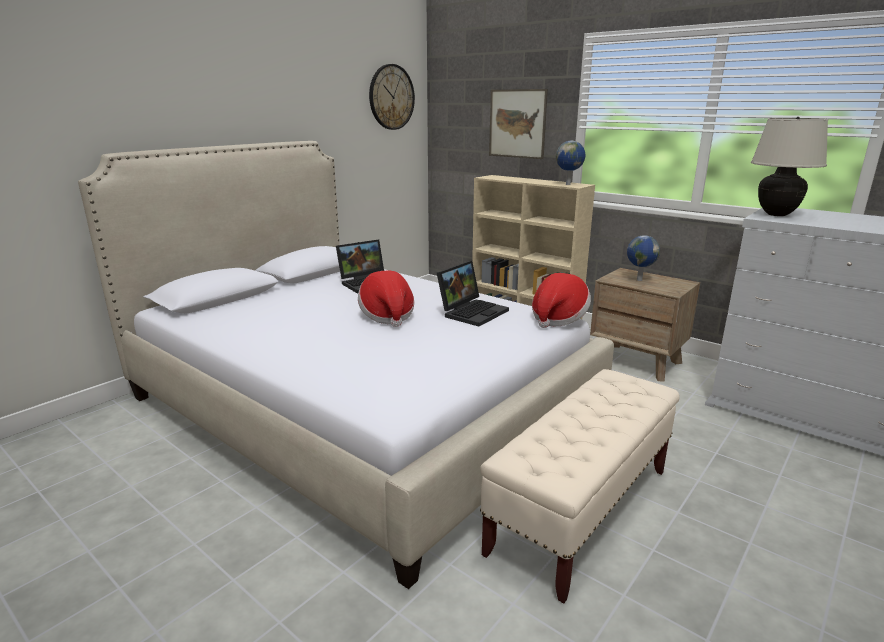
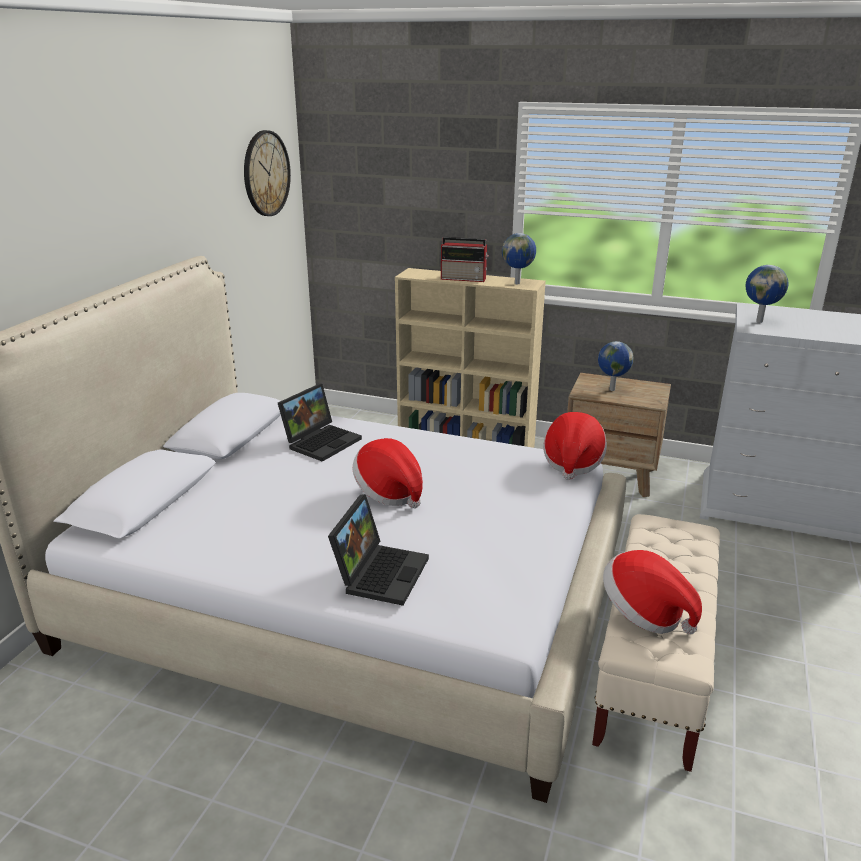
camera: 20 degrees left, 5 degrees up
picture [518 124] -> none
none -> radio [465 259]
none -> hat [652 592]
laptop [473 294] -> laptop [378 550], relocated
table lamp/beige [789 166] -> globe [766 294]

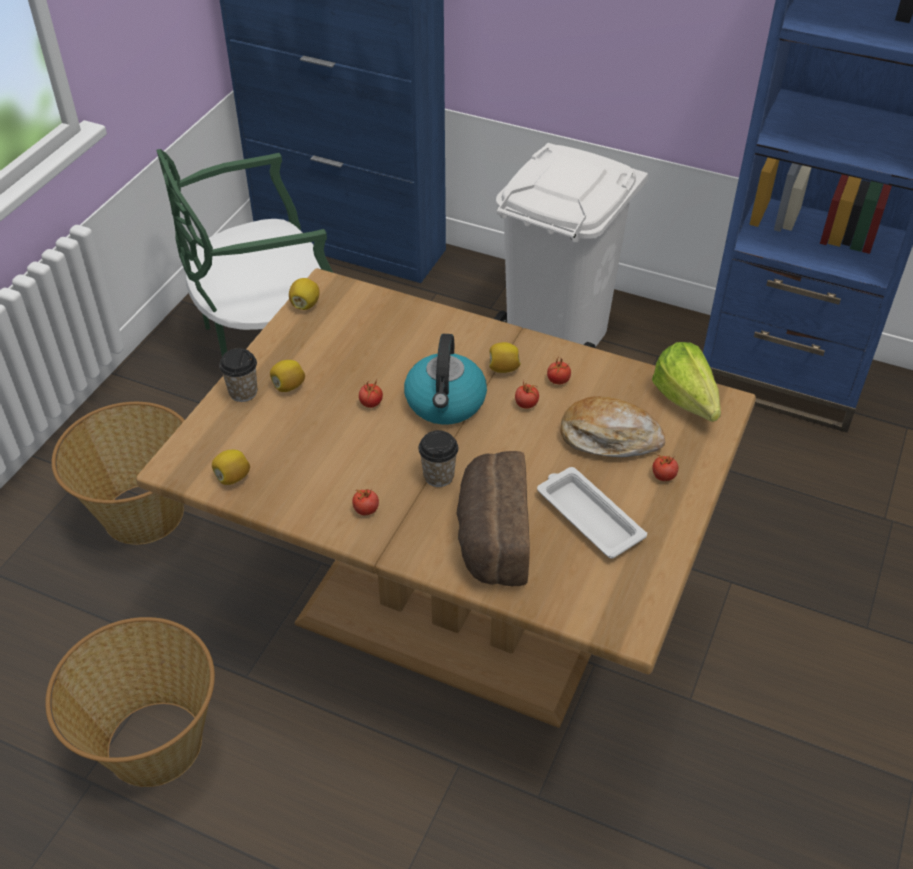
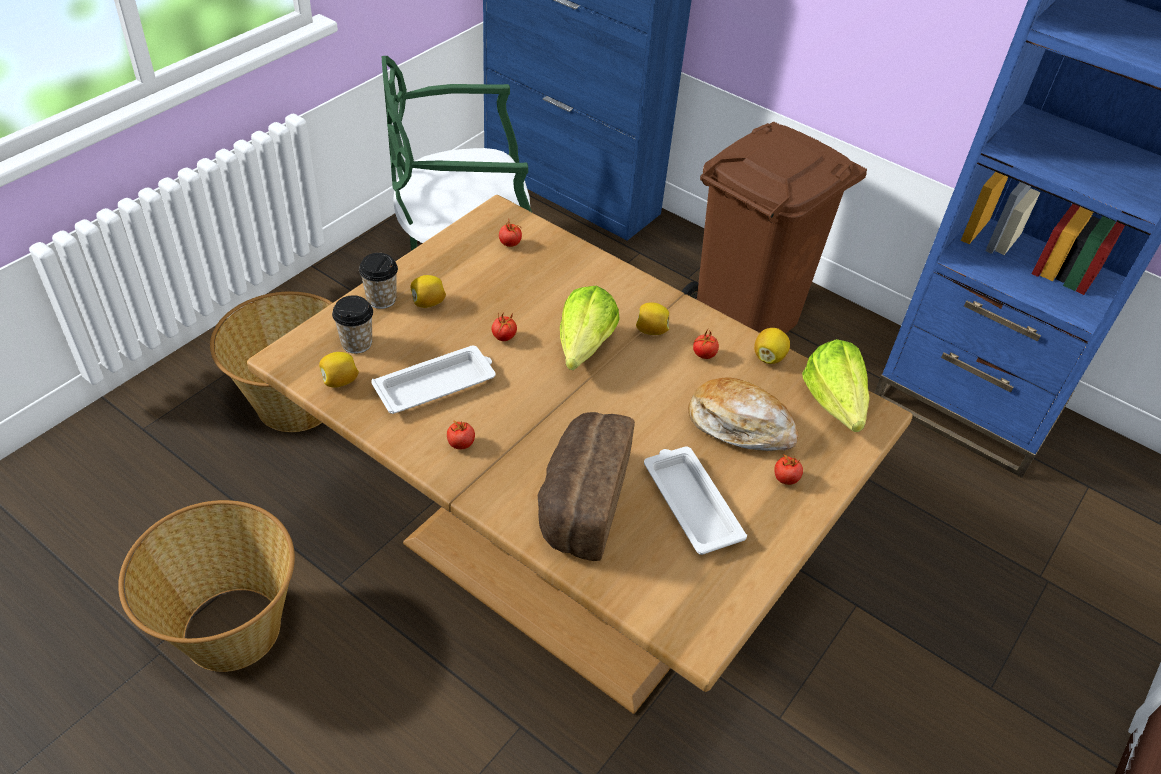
camera: 10 degrees right, 0 degrees up
none -> tray/white [433 379]
lemon [304 294] -> lemon [772 346], relocated
cup [438 458] -> cup [352 324], relocated
tomato [527 395] -> tomato [510 233], relocated
kettle [445 379] -> lettuce [590 328]
trash can/white [571 245] -> trash can/brown [774 228]

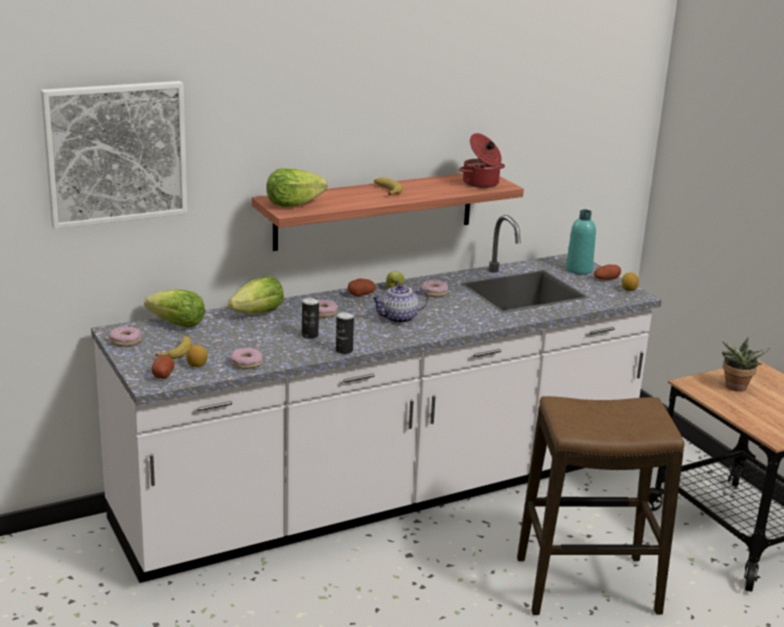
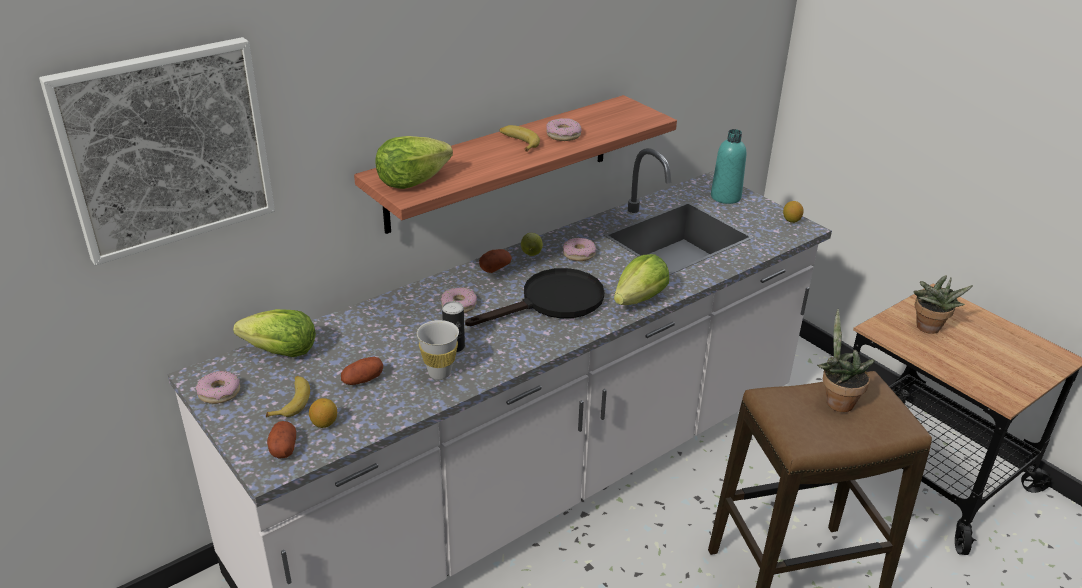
camera: 10 degrees left, 10 degrees up
can [345 332] -> none
cooking pot [482 160] -> none
none -> cup/white [438 350]
none -> potted plant [846 360]
lettuce [256 295] -> lettuce [641 279], relocated
donut [246 358] -> donut [563 129], relocated
potato [607 272] -> potato [362 371], relocated
teapot [400 304] -> frying pan/black [534 297]

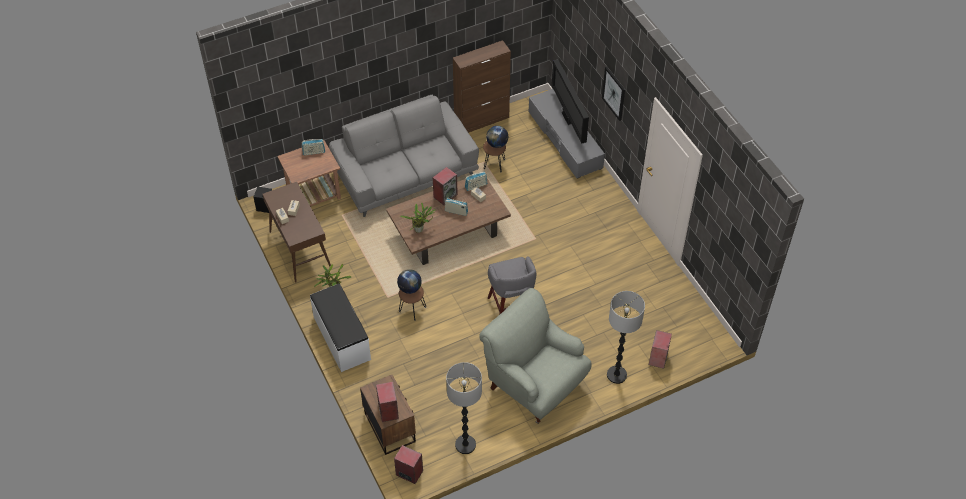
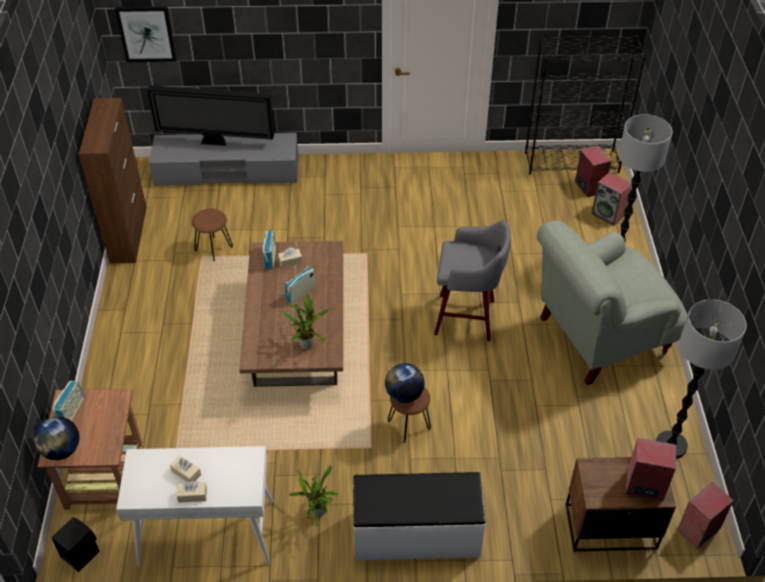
camera: 65 degrees left, 5 degrees down
sofa/grey [404 156] -> none
none -> bookcase/black [585 105]
speaker [445 186] -> speaker [593 171], relocated
globe [497 137] -> globe [57 438], relocated
picture [613 94] -> picture [145 34], relocated
console table/brown [296 232] -> console table/white [194 506]

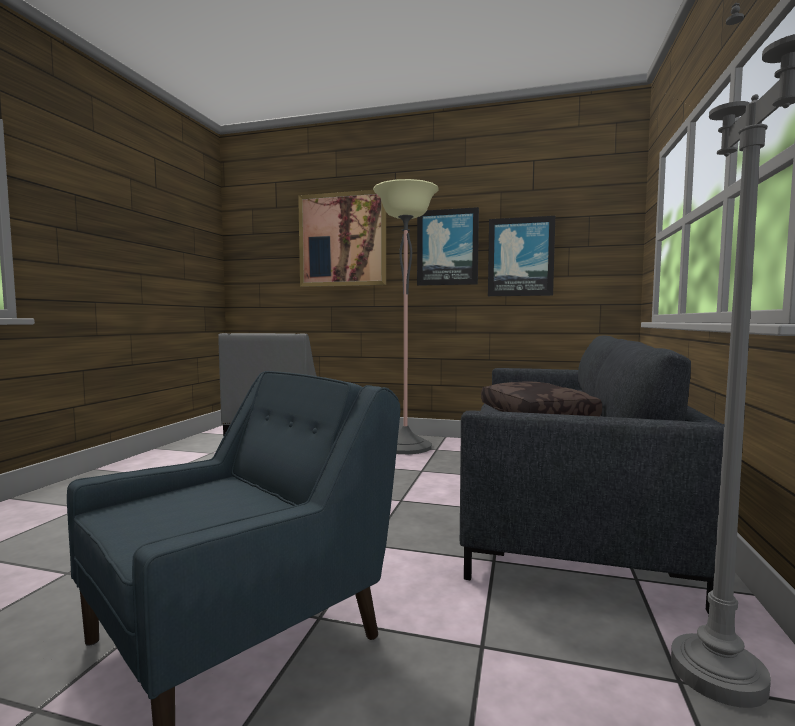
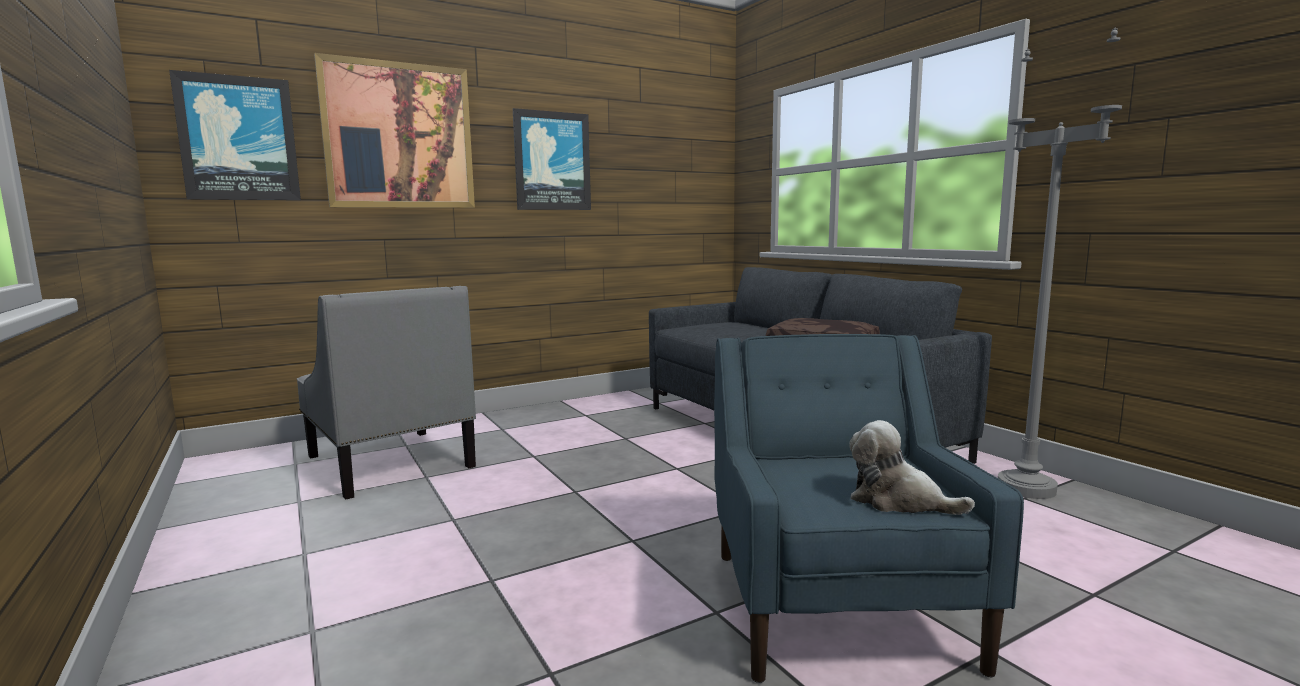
camera: 45 degrees left, 5 degrees up
floor lamp [406 316] -> none
none -> plush toy [912 467]
picture [521 256] -> picture [235 135], relocated

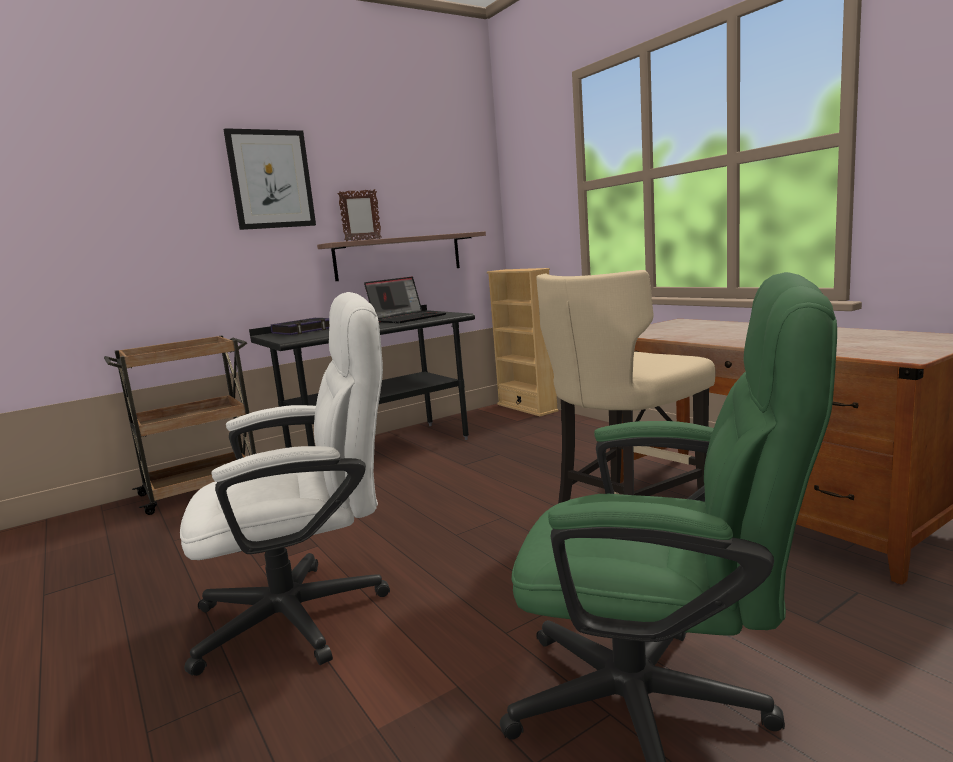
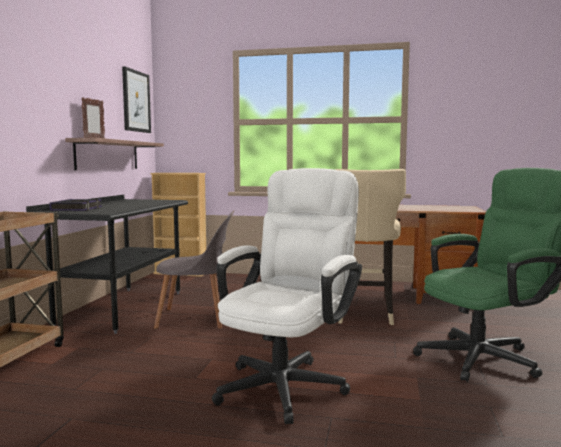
camera: 45 degrees left, 5 degrees down
laptop [405 300] -> none
none -> chair/grey [194 269]
picture [269 179] -> picture [136 99], relocated

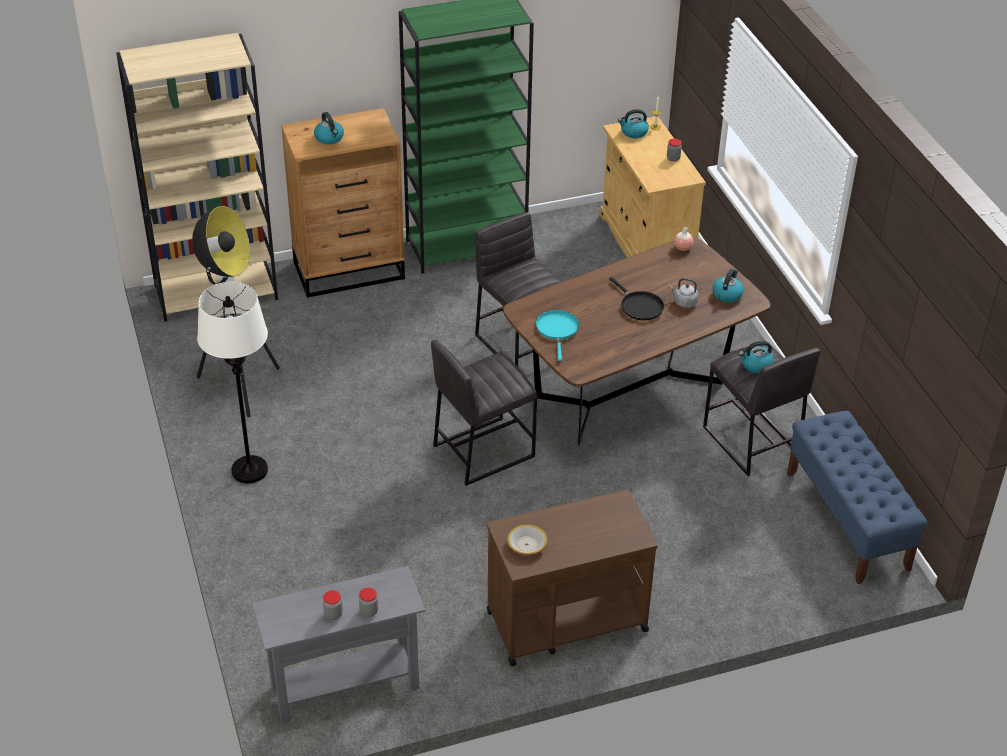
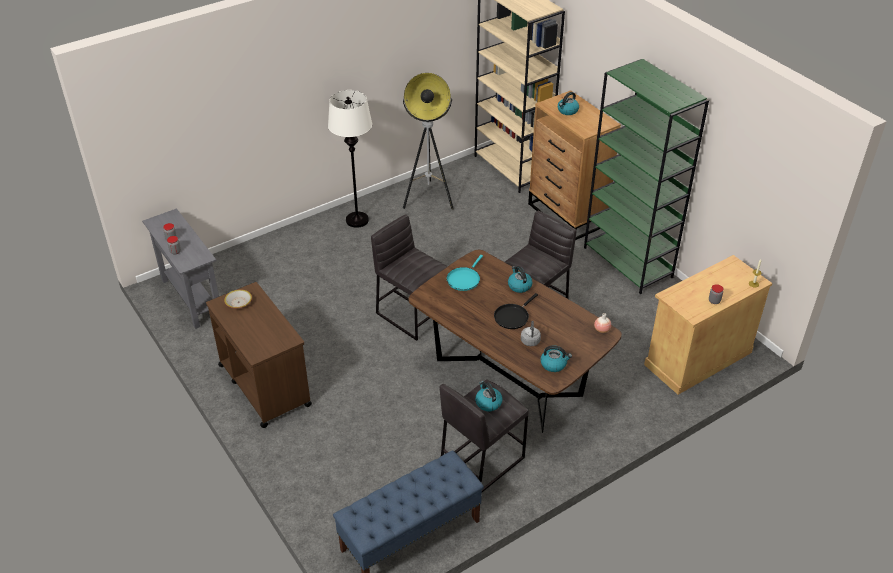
camera: 75 degrees right, 0 degrees up
kettle [633 123] -> kettle [520 279], relocated
frying pan/turquoise [557 335] -> frying pan/turquoise [465 273], 135 degrees clockwise

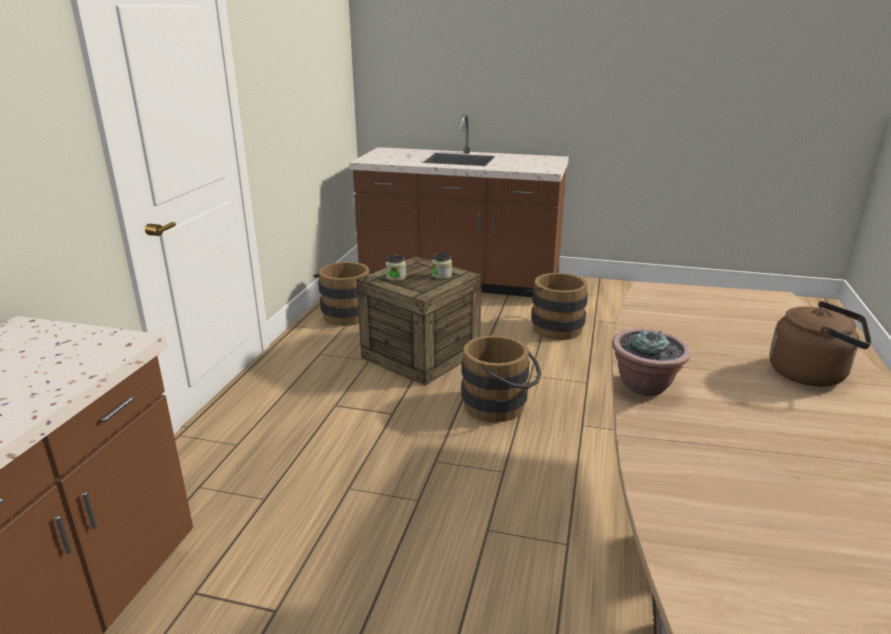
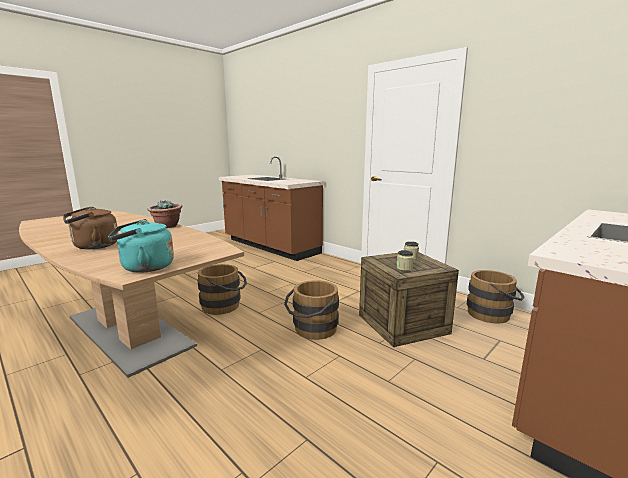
camera: 120 degrees right, 10 degrees down
none -> kettle/turquoise [141 246]
bucket/brown [555 306] -> bucket/brown [222 289], relocated

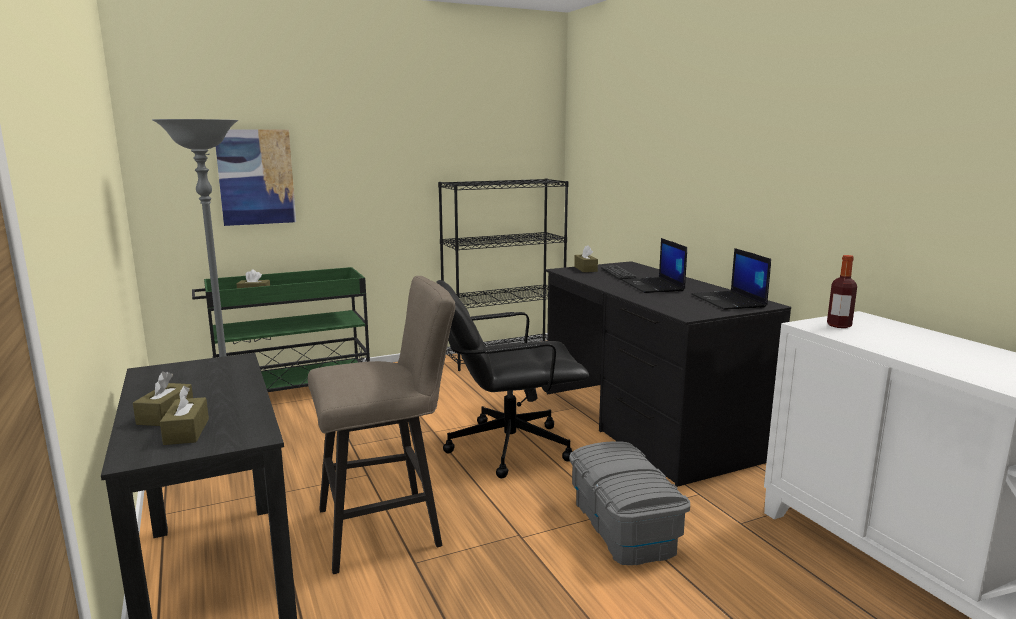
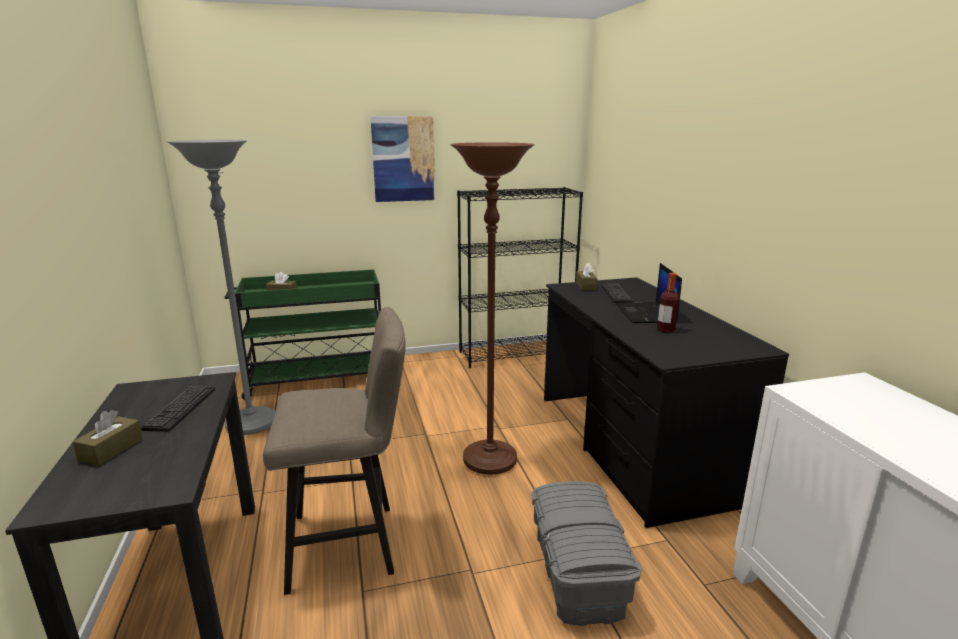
camera: 10 degrees right, 5 degrees up
tissue box/brown [184 415] -> none
laptop [731 279] -> none
none -> keyboard [178 409]
picture [256 177] -> picture [402 159], relocated
bottle [842 291] -> bottle [668 303], relocated
office chair/black [512 379] -> floor lamp/brown [492 308]

